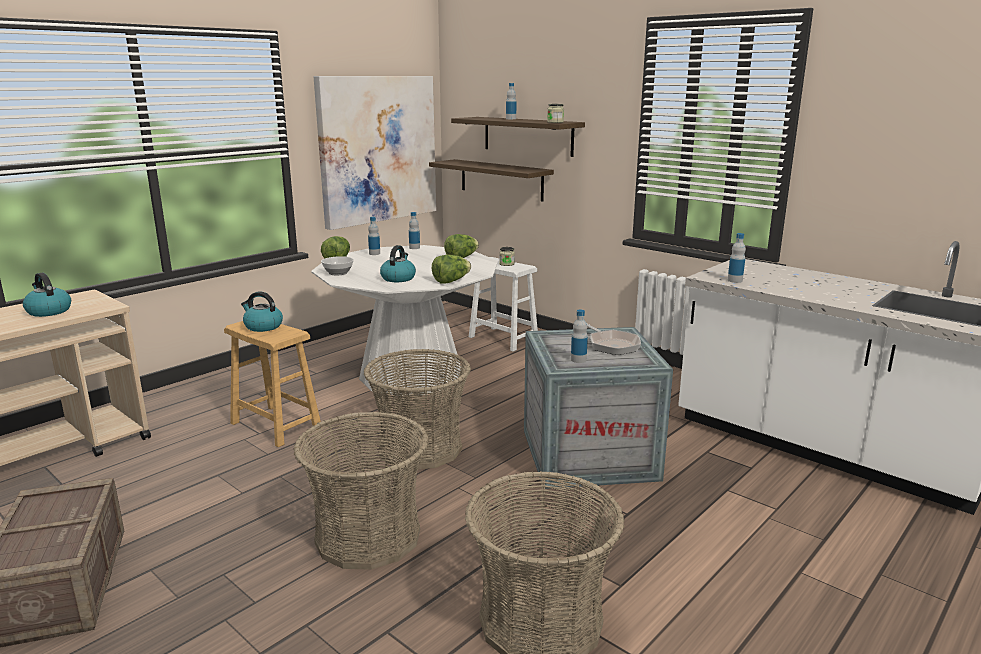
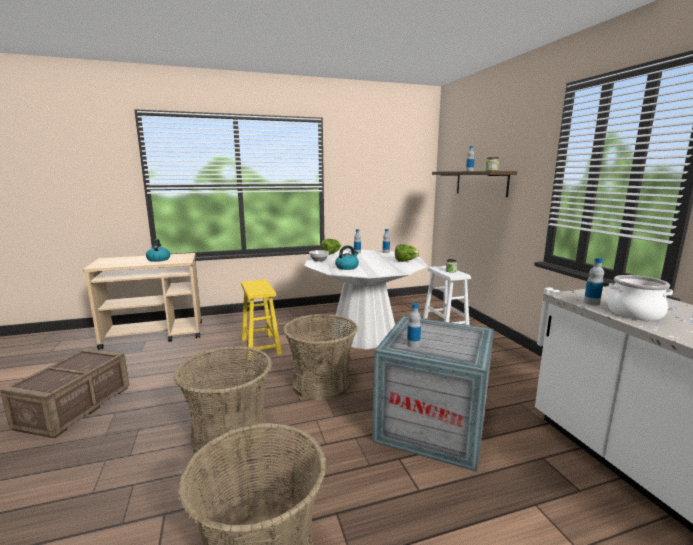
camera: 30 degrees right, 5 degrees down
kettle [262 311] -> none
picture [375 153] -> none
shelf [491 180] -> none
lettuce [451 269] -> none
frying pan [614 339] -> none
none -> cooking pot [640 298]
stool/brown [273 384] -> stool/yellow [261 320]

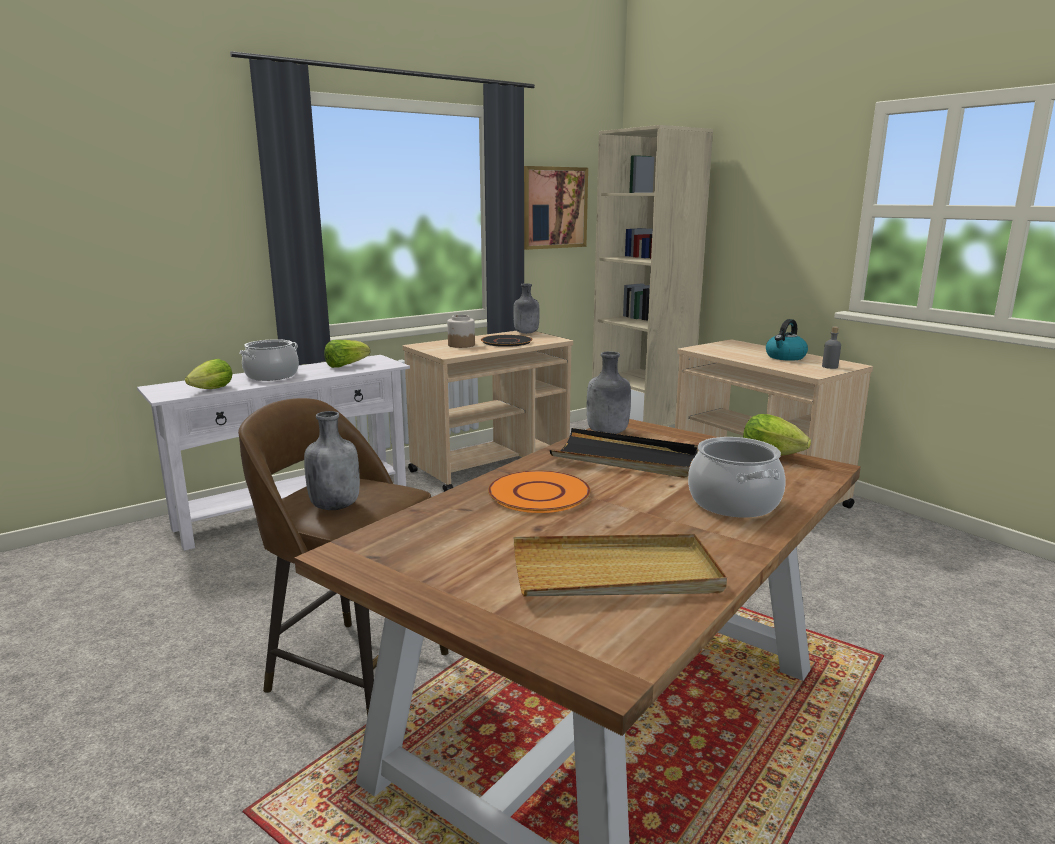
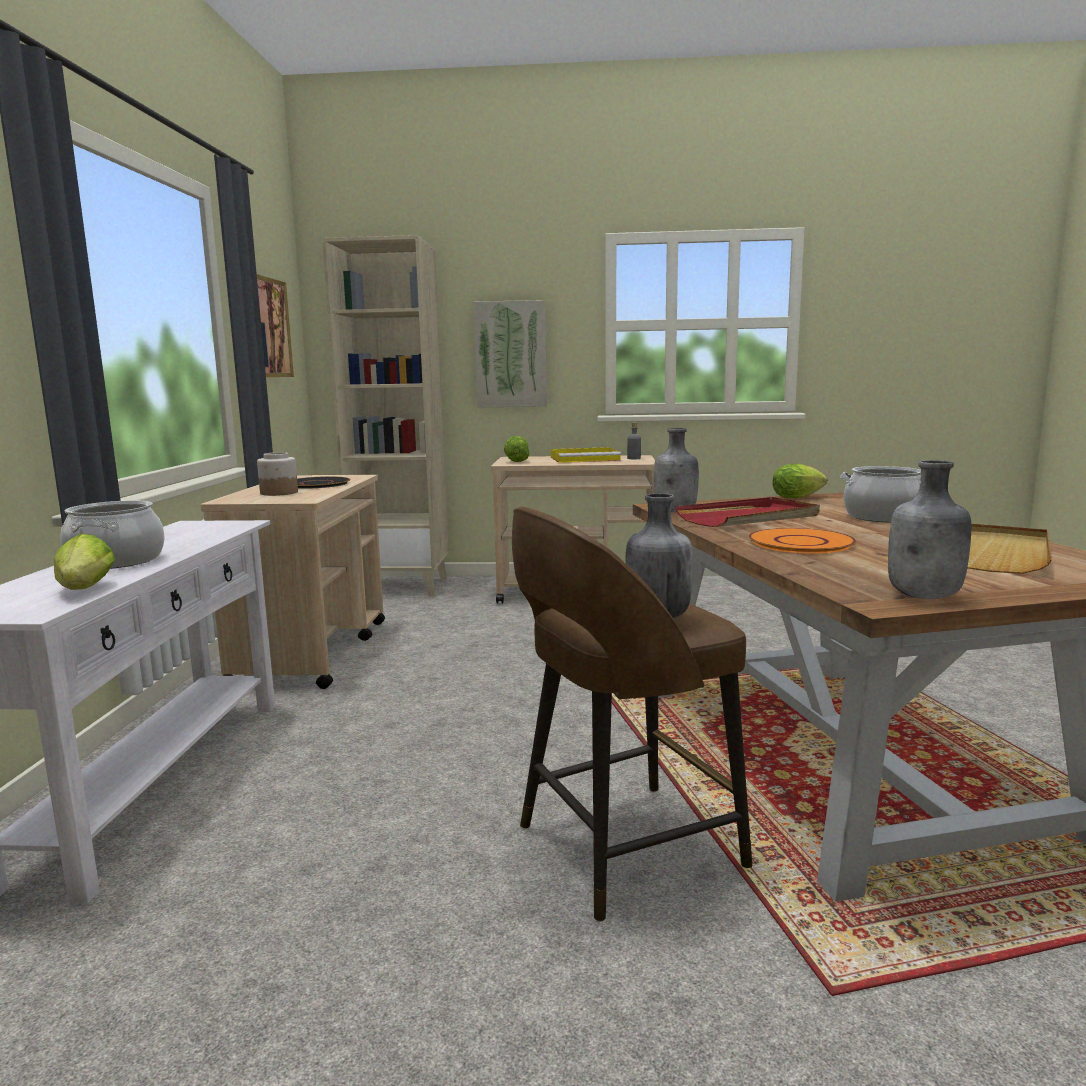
camera: 50 degrees left, 5 degrees down
none -> picture [510 354]
lettuce [347 354] -> lettuce [517 449], relocated
bottle/grey [526 308] -> bottle/grey [930 529], relocated
kettle [787 340] -> tray/yellow [586 455]
tray/black [624 453] -> tray/red [747 512]

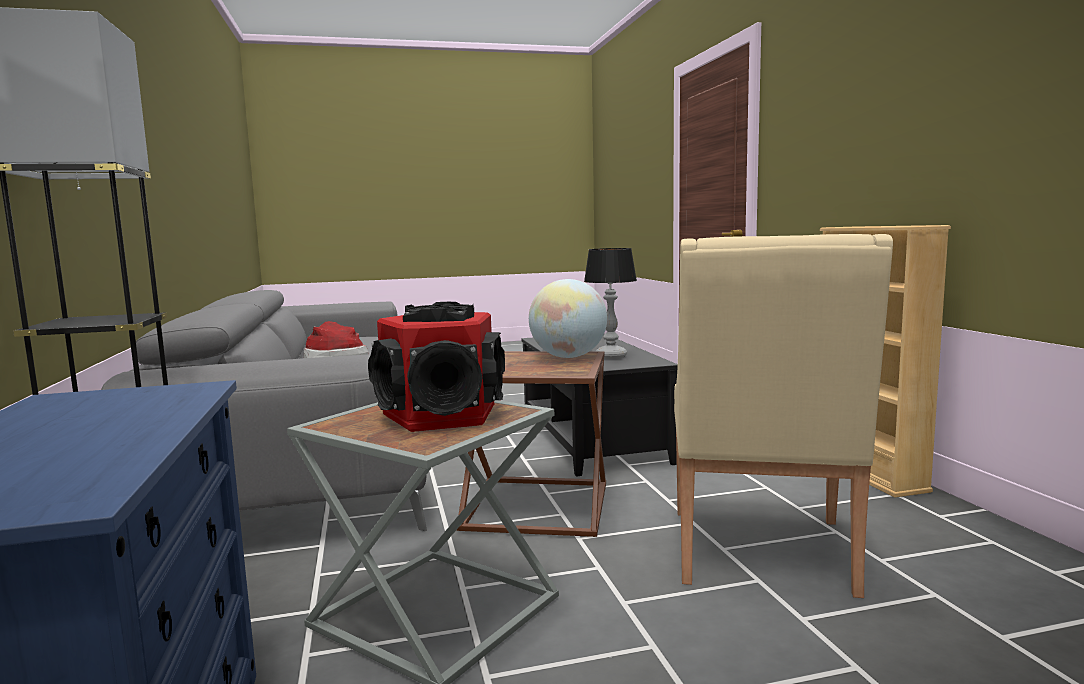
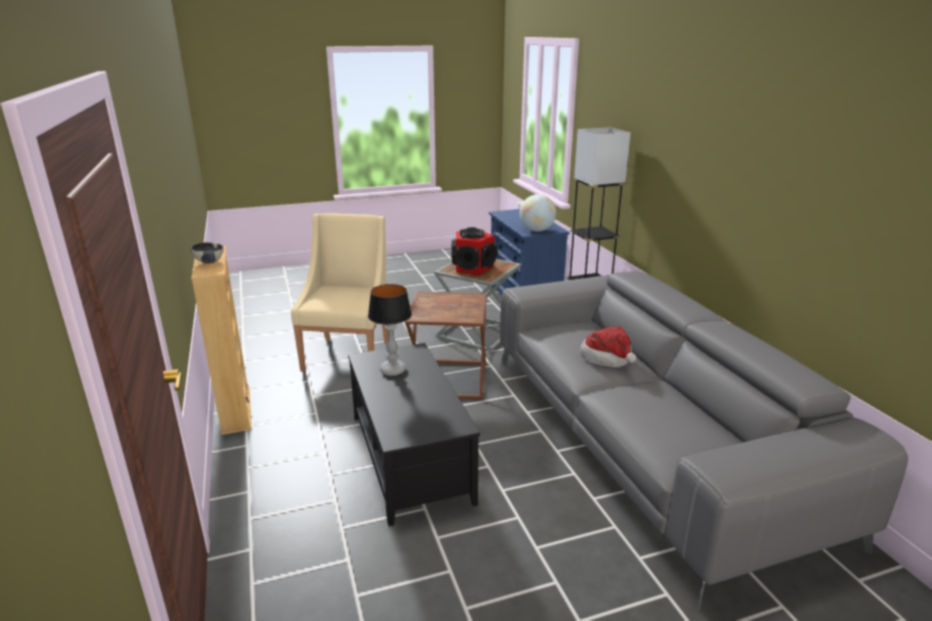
camera: 175 degrees right, 15 degrees up
none -> bowl [207 253]
globe [568 318] -> globe [538 212], relocated

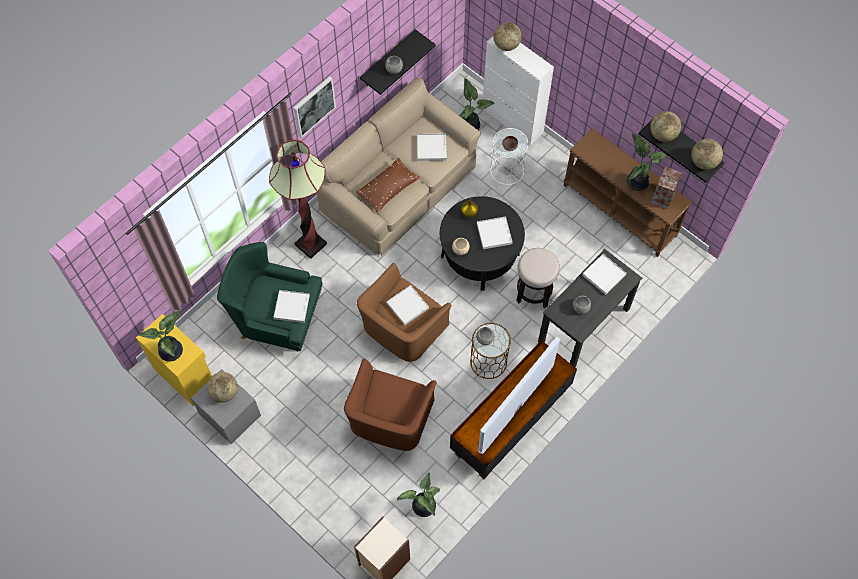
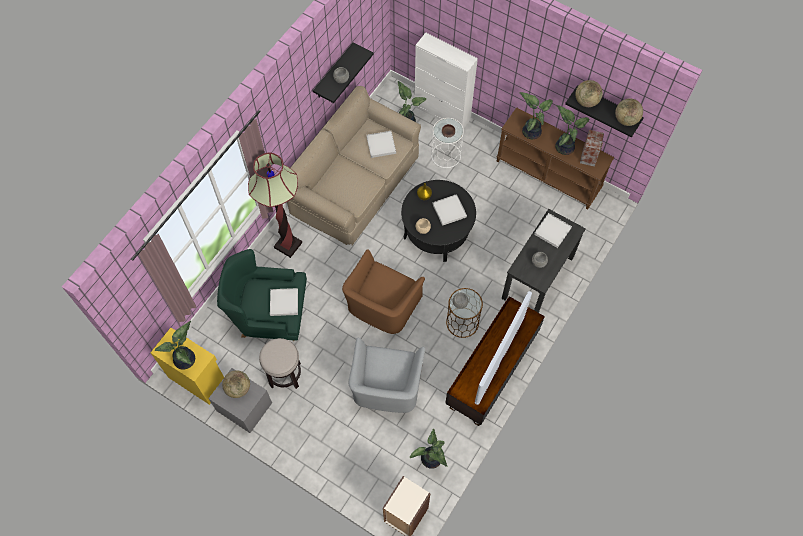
camera: 10 degrees left, 0 degrees up
picture [314 107] -> none
pillow/brown [388 185] -> none
tray/white [407 305] -> none
globe [507 36] -> none
none -> potted plant [536 115]
stool [538 278] -> stool [280 363], relocated
armchair/brown [390 404] -> armchair/grey [387 375]

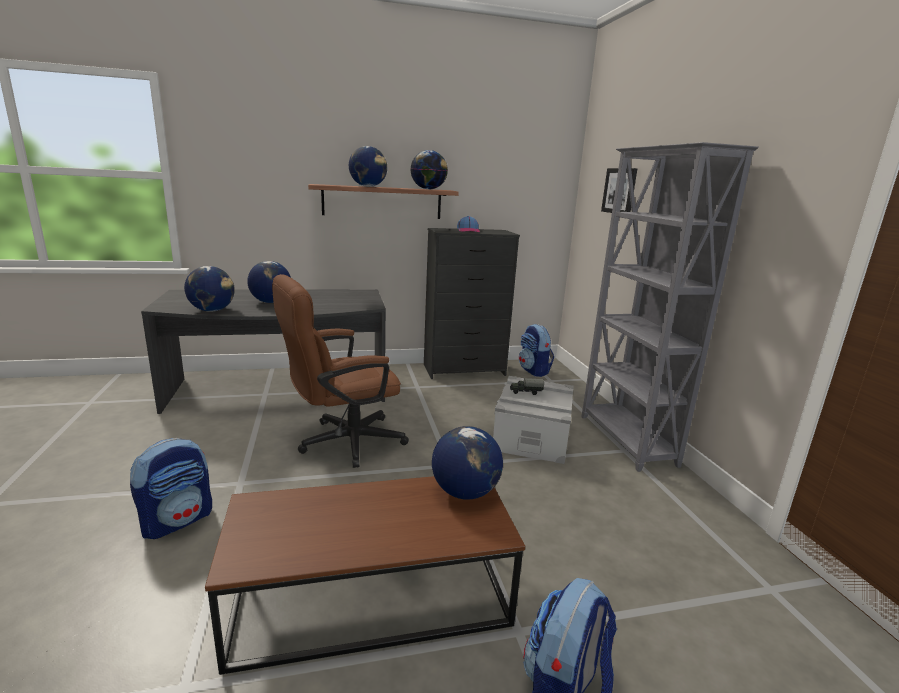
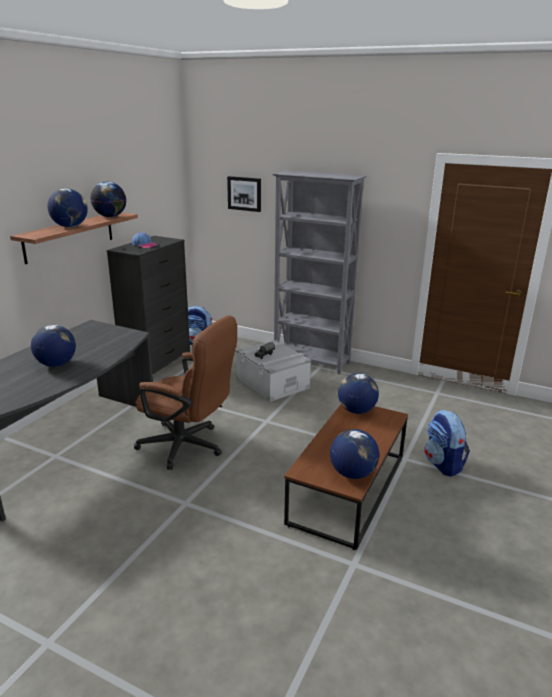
camera: 50 degrees left, 5 degrees up
backpack [171 488] -> none
globe [209 289] -> globe [354 454], relocated
office chair/brown [340 371] -> office chair/brown [185 392], 75 degrees counterclockwise

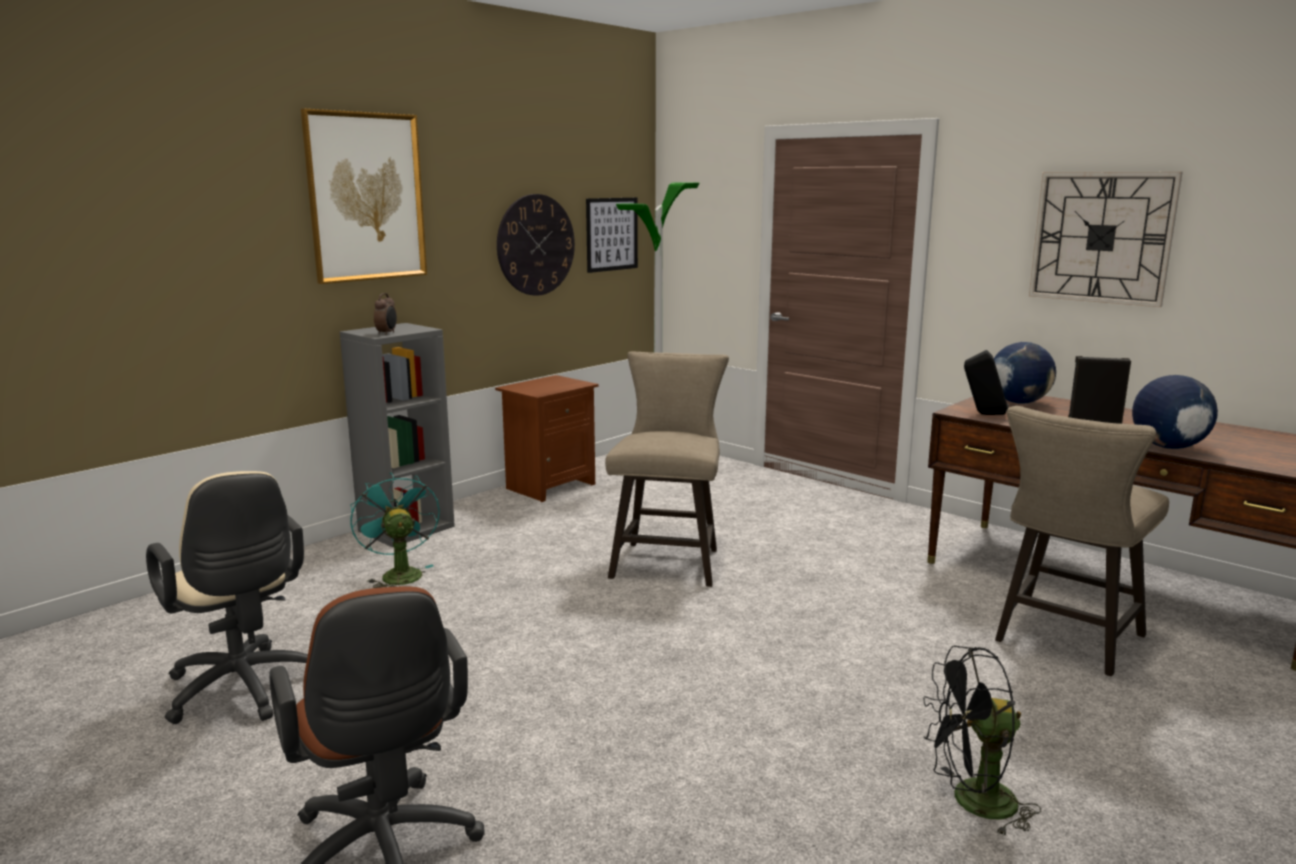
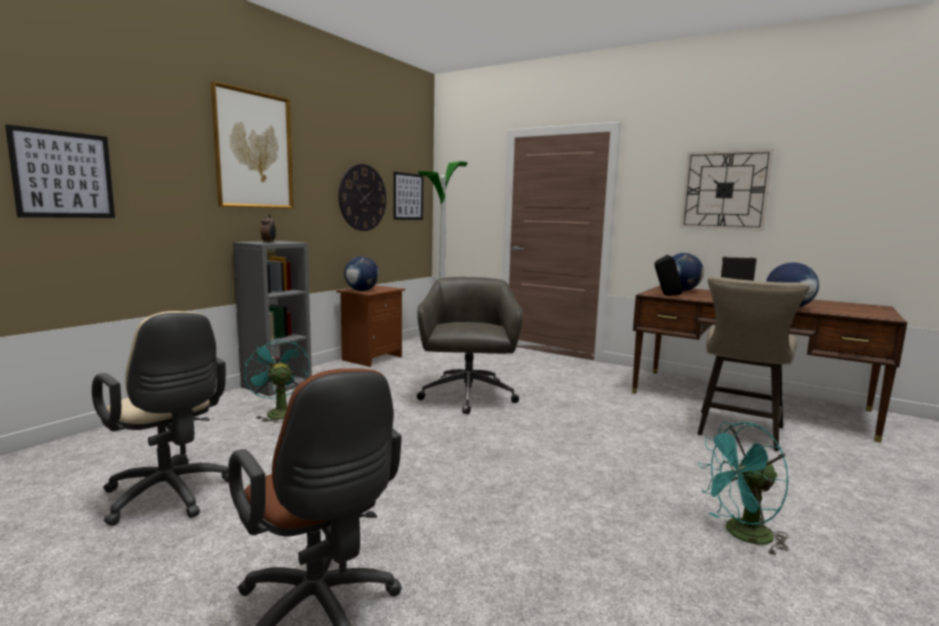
camera: 10 degrees left, 5 degrees down
none -> picture [60 171]
none -> globe [361 273]
stool/beige [667 469] -> office chair/grey [470 345]
fan/black [982 741] -> fan/turquoise [743 488]

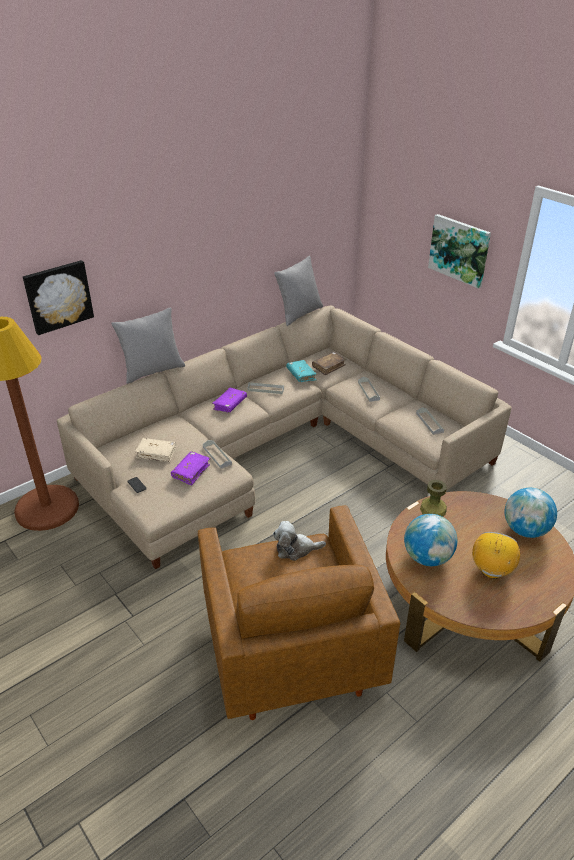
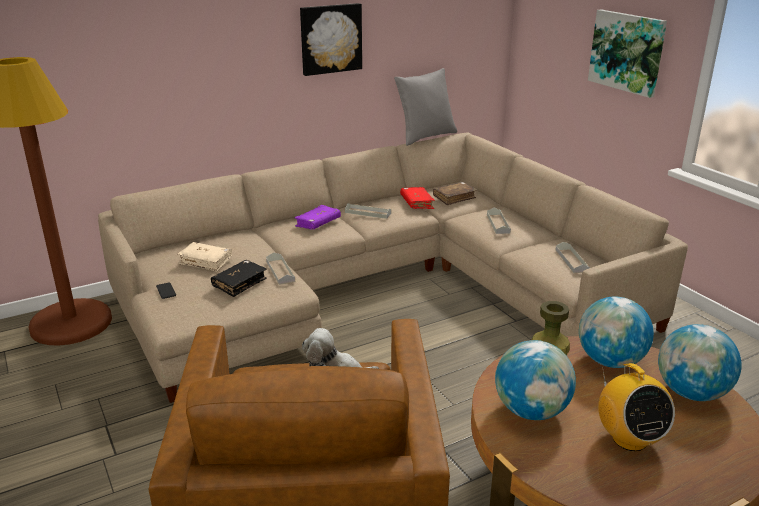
camera: 10 degrees right, 10 degrees down
pillow/grey [148 345] -> none
none -> globe [616 332]
picture [58 297] -> picture [331 39], relocated
book/purple [190 468] -> book/black [239 278]
book/turquoise [301 371] -> book/red [417 198]
radio [496 555] -> radio [636 407], 135 degrees clockwise

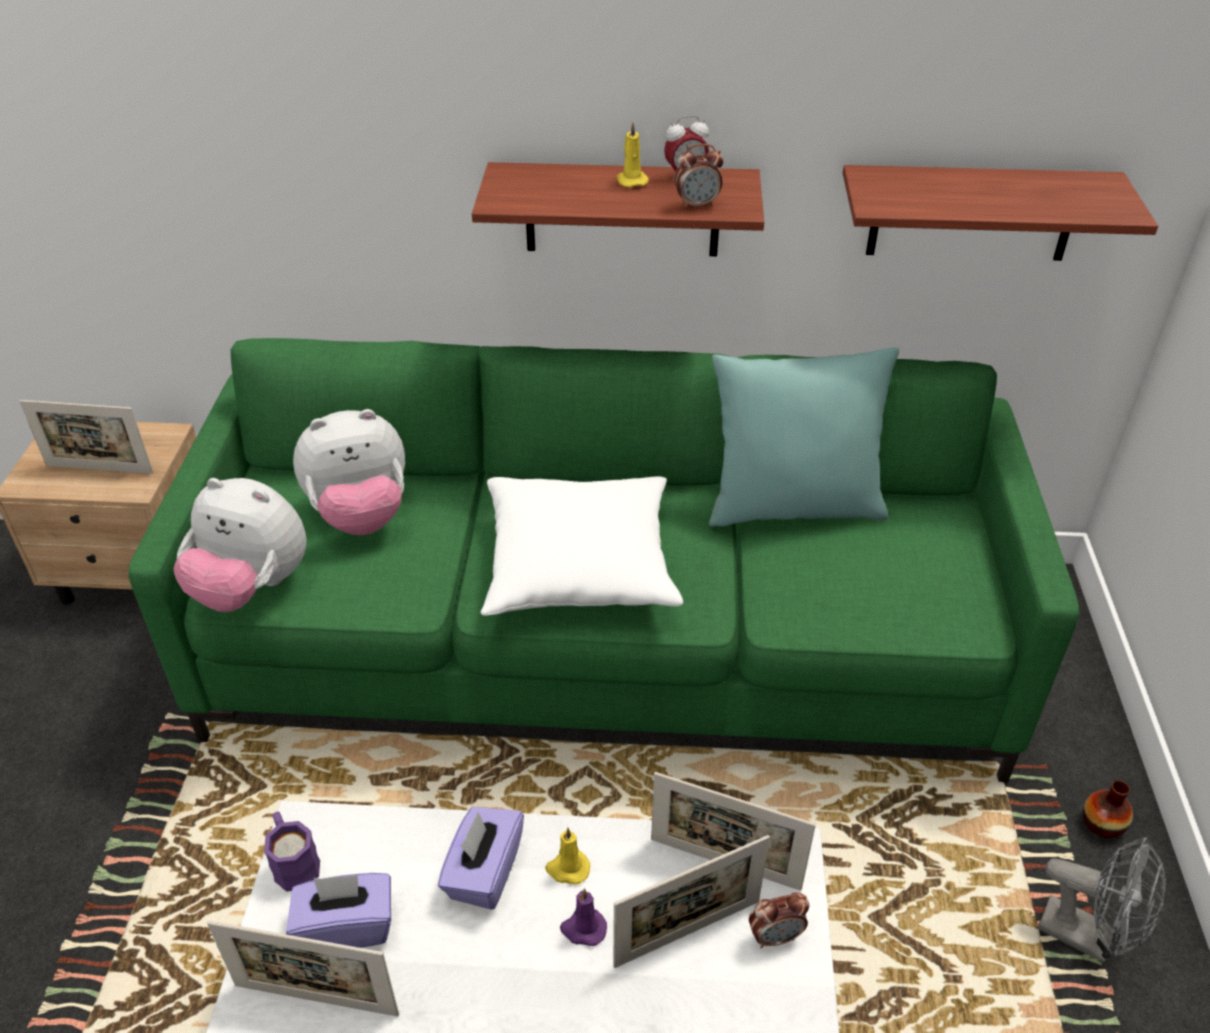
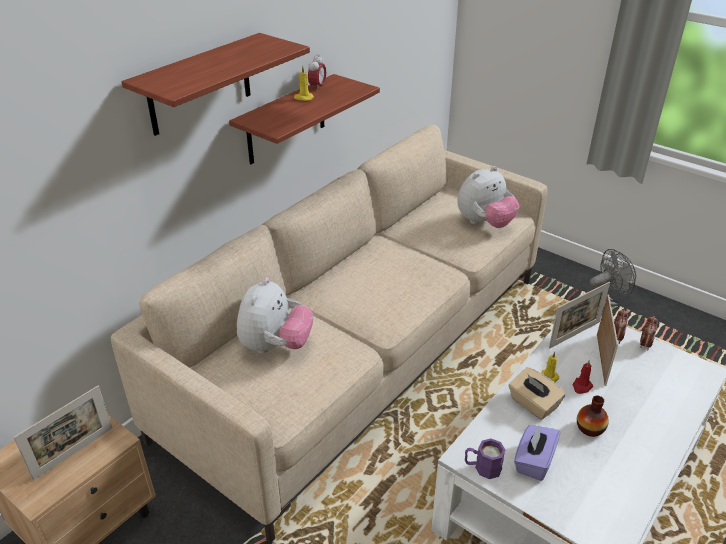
camera: 55 degrees left, 5 degrees down
picture frame [303 969] -> none
pillow/white [582 546] -> none
pillow/turquoise [804 437] -> none
plush toy [240 545] -> plush toy [488 197], relocated
alarm clock [699 176] -> alarm clock [649 333], relocated
shelf [1000 213] -> shelf [215 84], relocated
vase [1108 809] -> vase [593 416], relocated
sofa/green [604 560] -> sofa/beige [329 334]
tissue box/purple [481 858] -> tissue box/beige [537 393]
candle/purple [583 917] -> candle/red [583 377]

